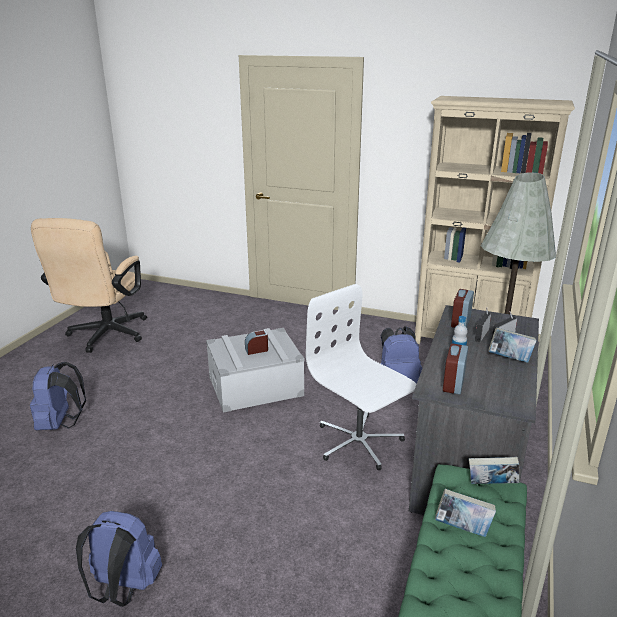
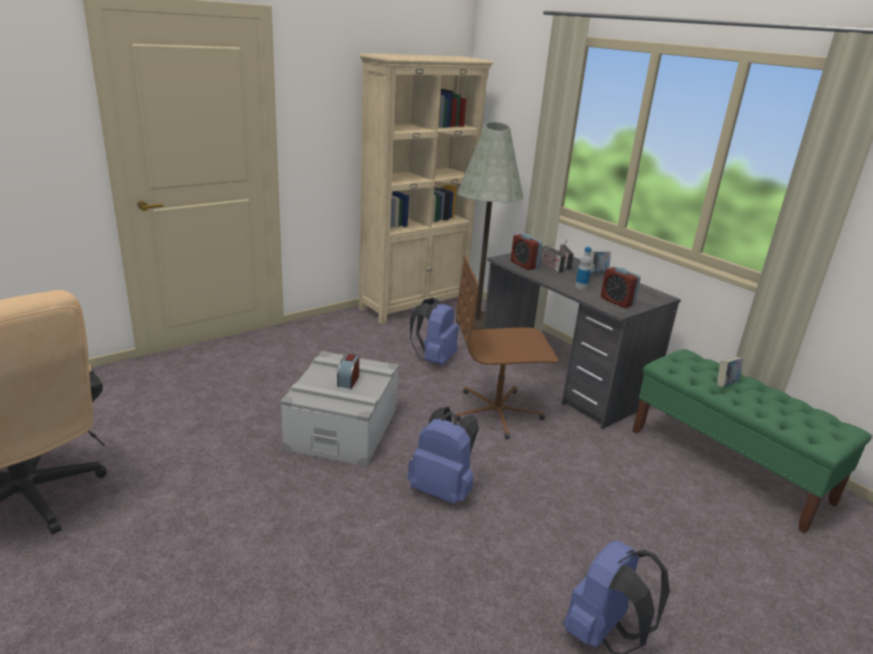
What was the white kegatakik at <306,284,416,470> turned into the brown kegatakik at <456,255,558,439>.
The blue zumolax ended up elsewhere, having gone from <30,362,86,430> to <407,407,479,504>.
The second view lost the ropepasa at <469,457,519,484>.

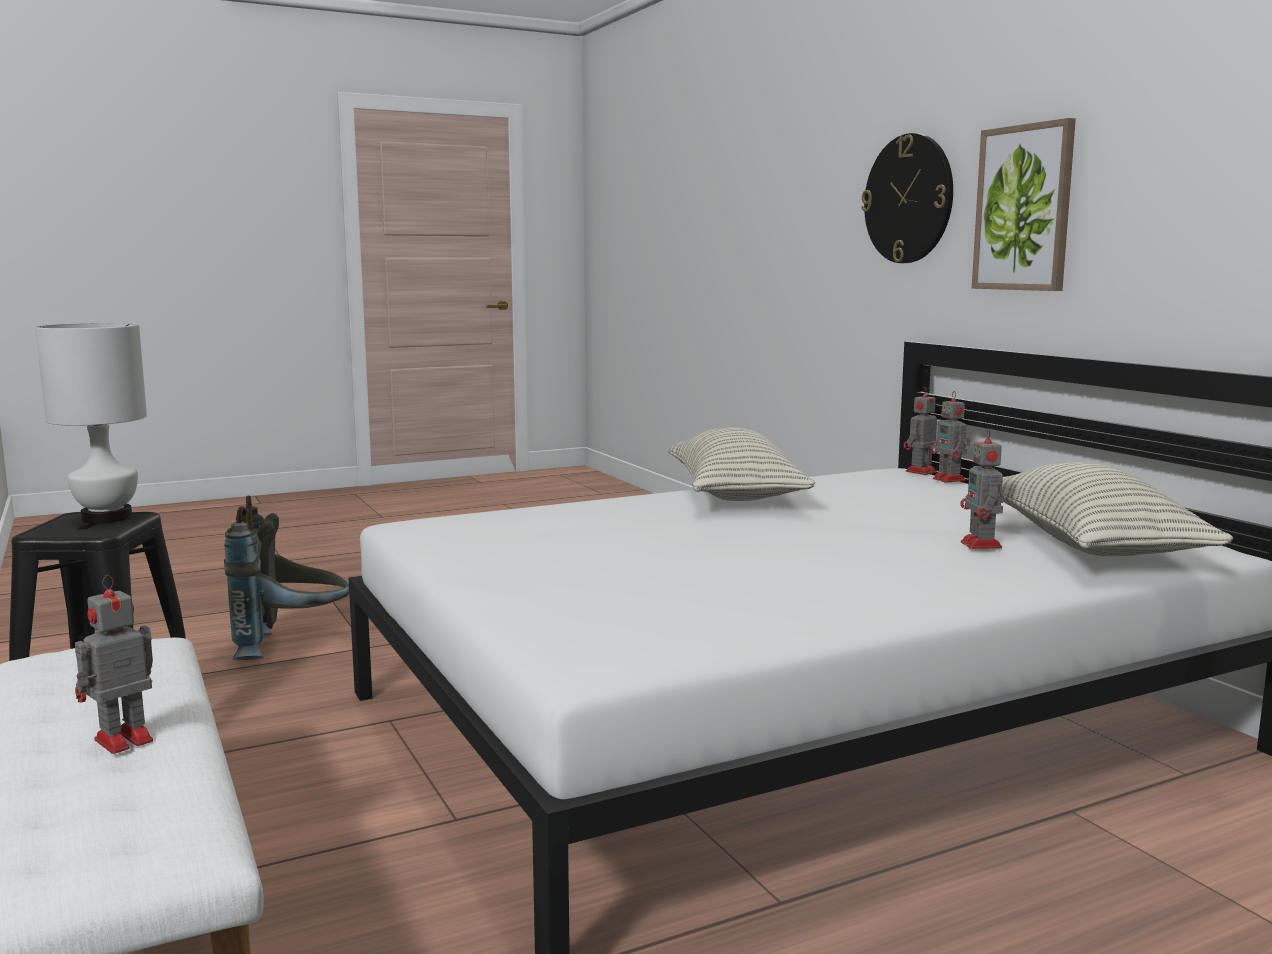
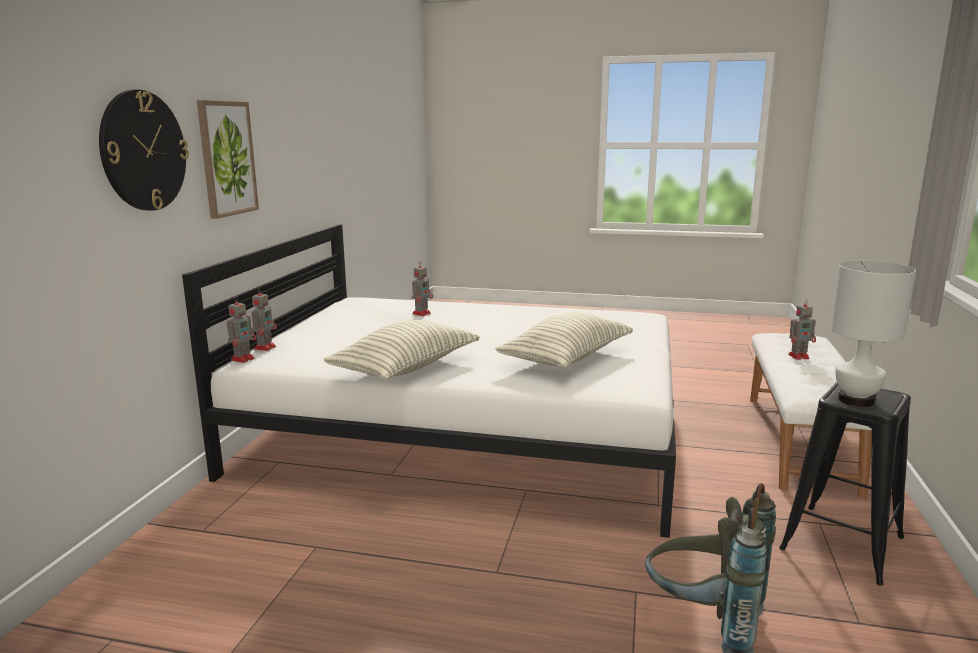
The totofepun at <904,386,937,475> ended up facing another way, 60 degrees counterclockwise from before.
The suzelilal ended up elsewhere, having gone from <1002,462,1233,556> to <495,312,633,368>.

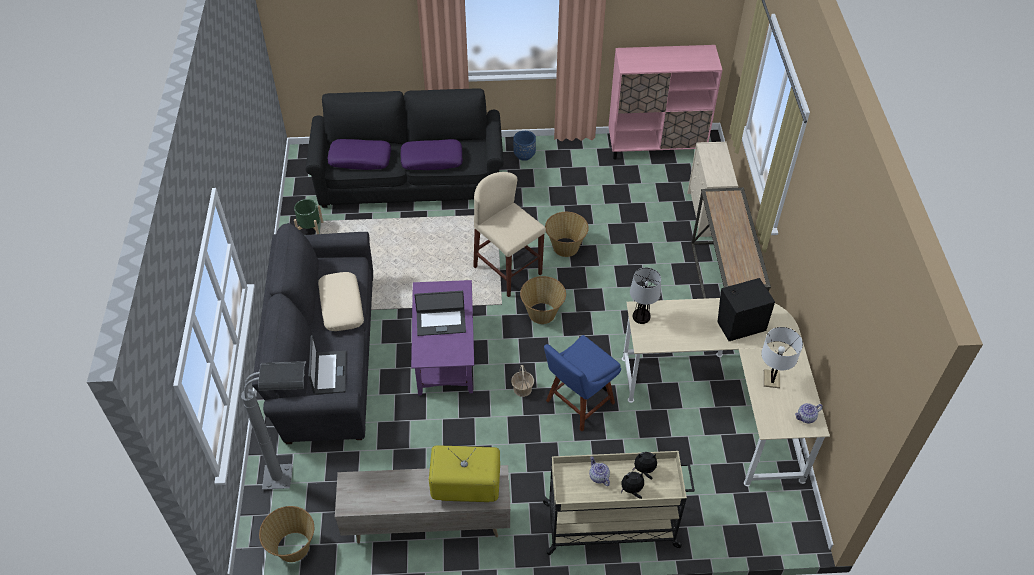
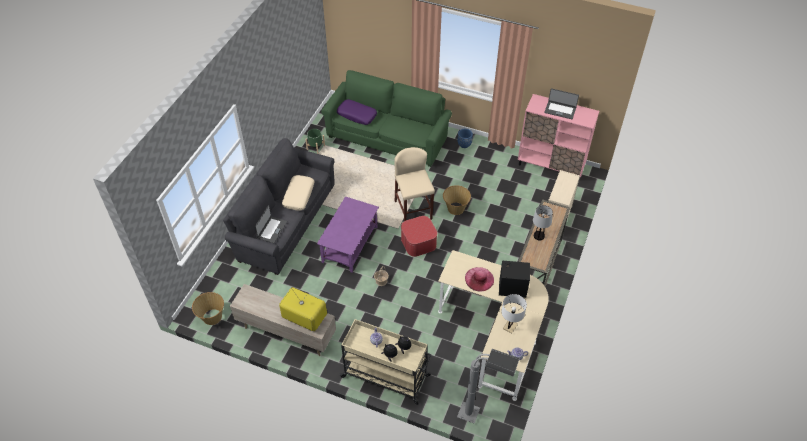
What was the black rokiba at <306,88,503,208> turned into the green rokiba at <321,70,452,167>.
The second view lost the purple suzelilal at <401,139,463,170>.
The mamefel ended up elsewhere, having gone from <630,267,661,324> to <533,205,553,240>.
Where the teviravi stood at <520,276,566,324>, the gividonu came to stand at <401,216,437,257>.
The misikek ended up elsewhere, having gone from <415,291,466,336> to <544,88,579,119>.
The second view lost the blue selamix at <544,335,621,431>.
The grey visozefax ended up elsewhere, having gone from <241,361,306,490> to <457,349,520,424>.
The second view gained the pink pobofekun at <465,267,494,292>.

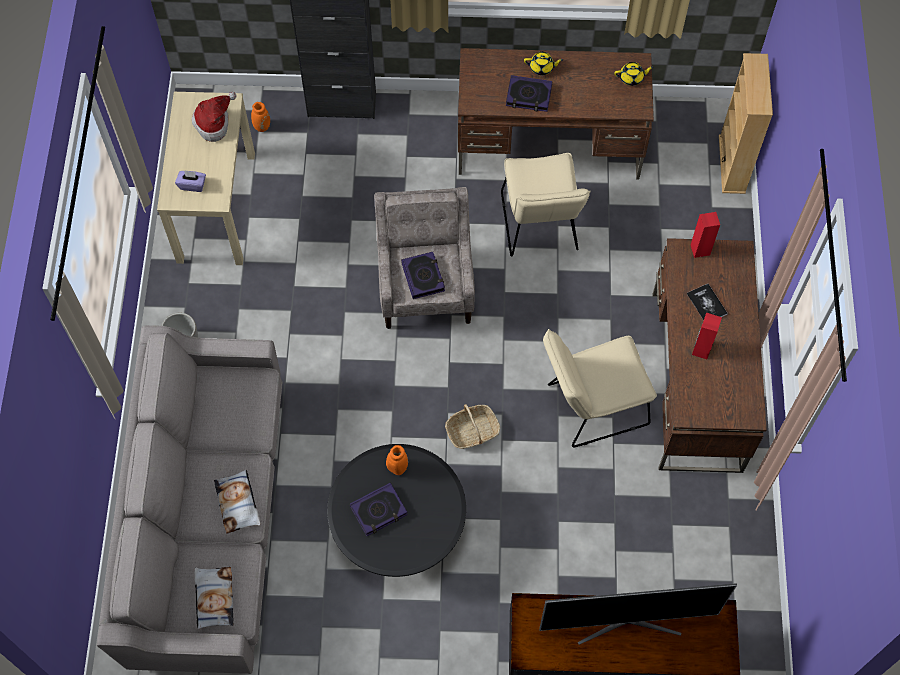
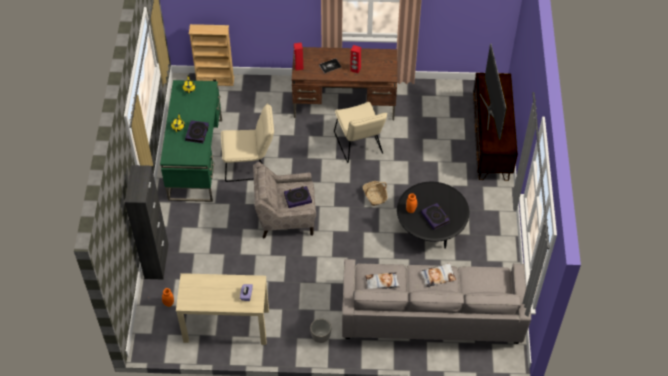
What was the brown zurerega at <458,48,654,180> turned into the green zurerega at <160,80,222,202>.
The second view lost the pobofekun at <192,92,236,142>.
The suzelilal ended up elsewhere, having gone from <195,567,234,629> to <365,272,400,289>.

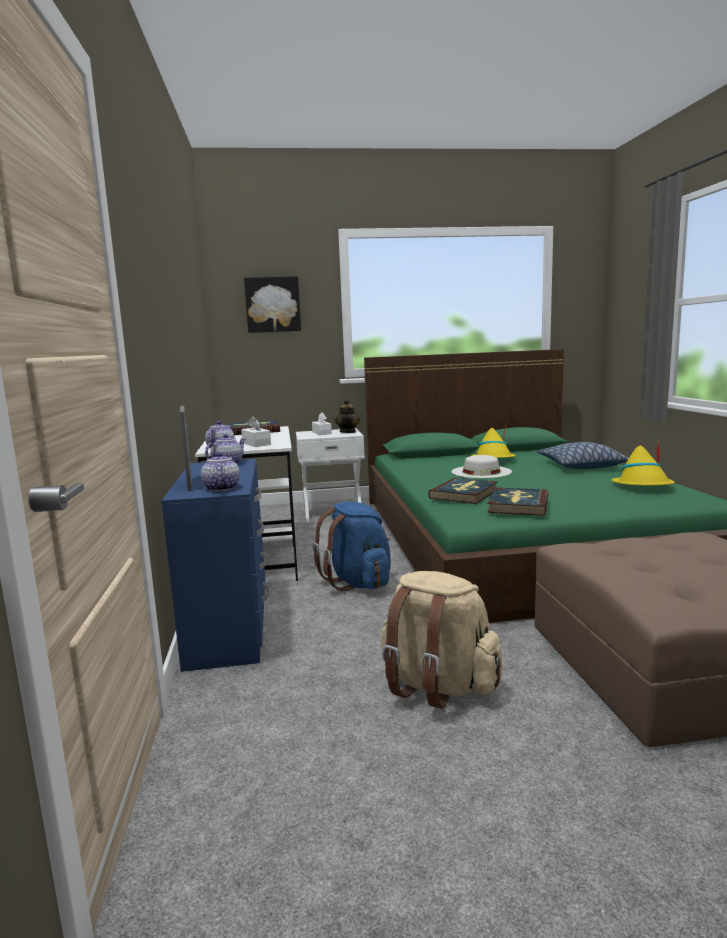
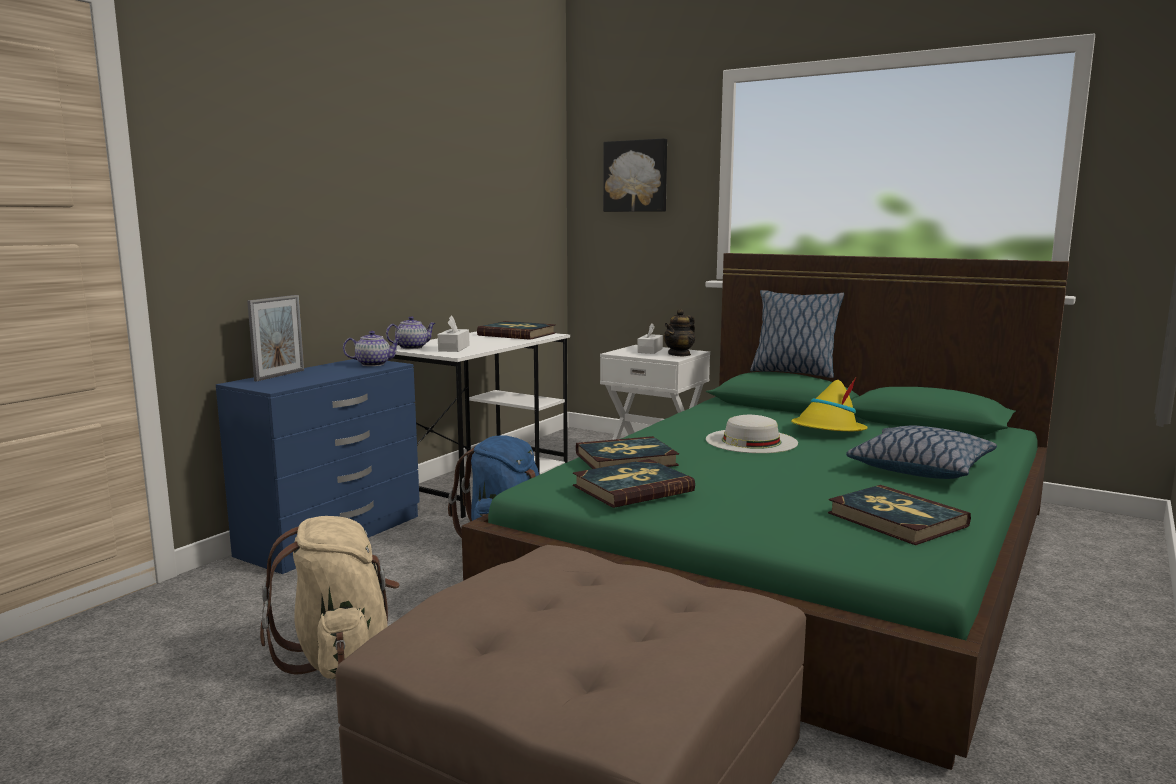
Where the yellow pobofekun stood at <611,441,675,486>, the ropepasa came to stand at <828,485,971,545>.
The second view lost the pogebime at <201,452,240,491>.
The second view gained the suzelilal at <750,290,844,378>.

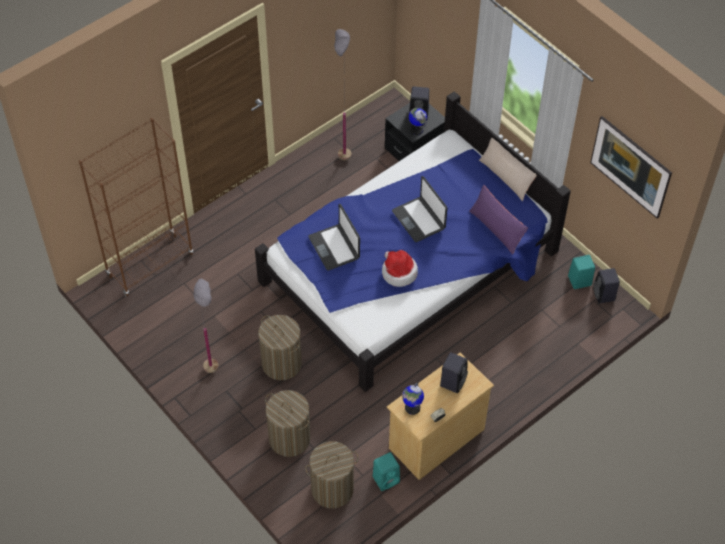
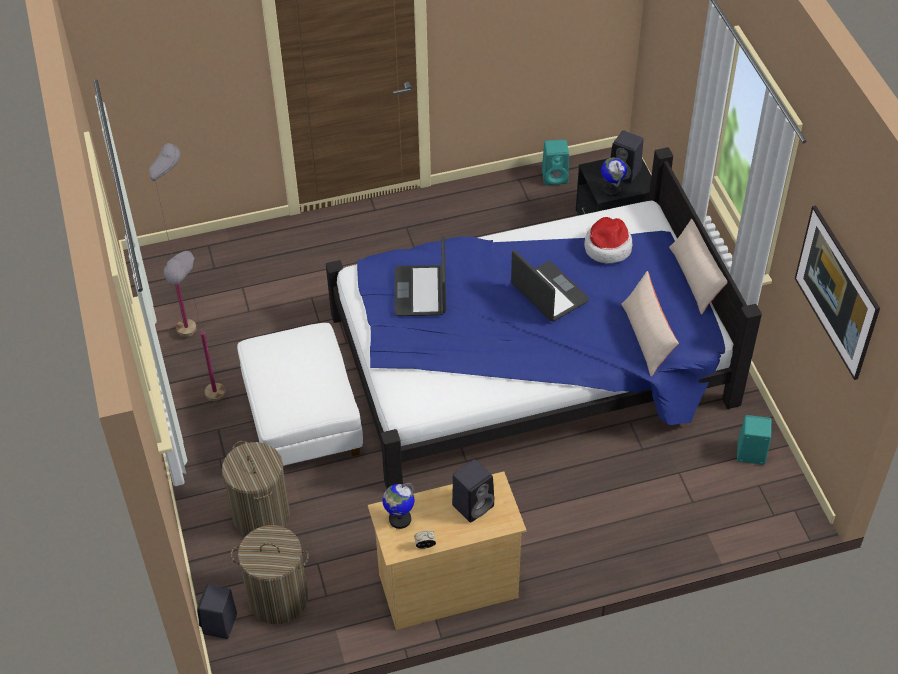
The grey visozefax ended up elsewhere, having gone from <334,29,351,160> to <149,143,197,337>.
The second view lost the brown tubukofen at <79,118,193,296>.
The misikek at <392,176,447,242> ended up facing another way, 150 degrees clockwise from before.
What was the purple suzelilal at <469,185,528,255> turned into the beige suzelilal at <621,271,679,377>.
The pobofekun ended up elsewhere, having gone from <382,250,418,287> to <584,217,632,263>.
The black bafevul ended up elsewhere, having gone from <593,268,620,303> to <197,584,237,639>.
Where the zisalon stood at <258,315,302,380>, the white gividonu came to stand at <237,323,363,466>.
The turquoise bafevul ended up elsewhere, having gone from <373,452,400,491> to <542,140,569,185>.

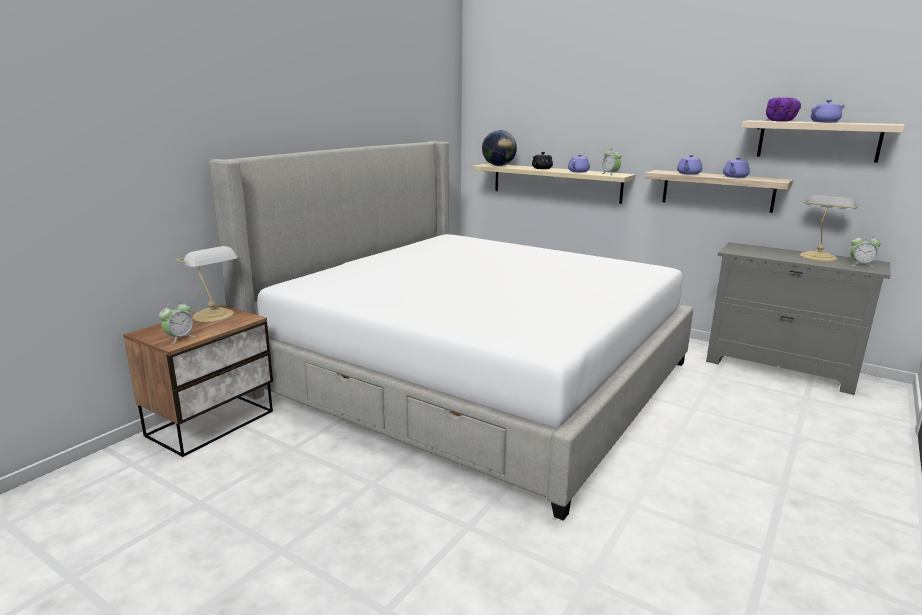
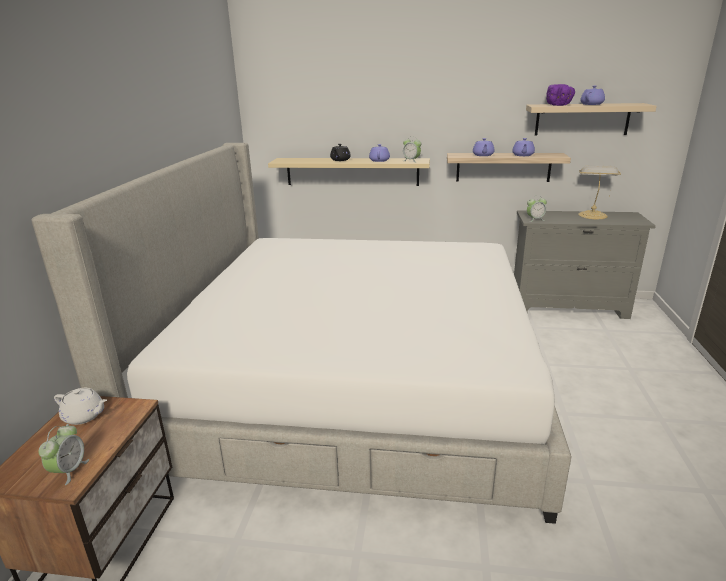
The second view lost the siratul at <482,130,517,166>.
The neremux ended up elsewhere, having gone from <850,234,881,267> to <527,195,547,222>.
Where the mamefel stood at <177,246,238,322>, the white pogebime came to stand at <54,388,107,425>.

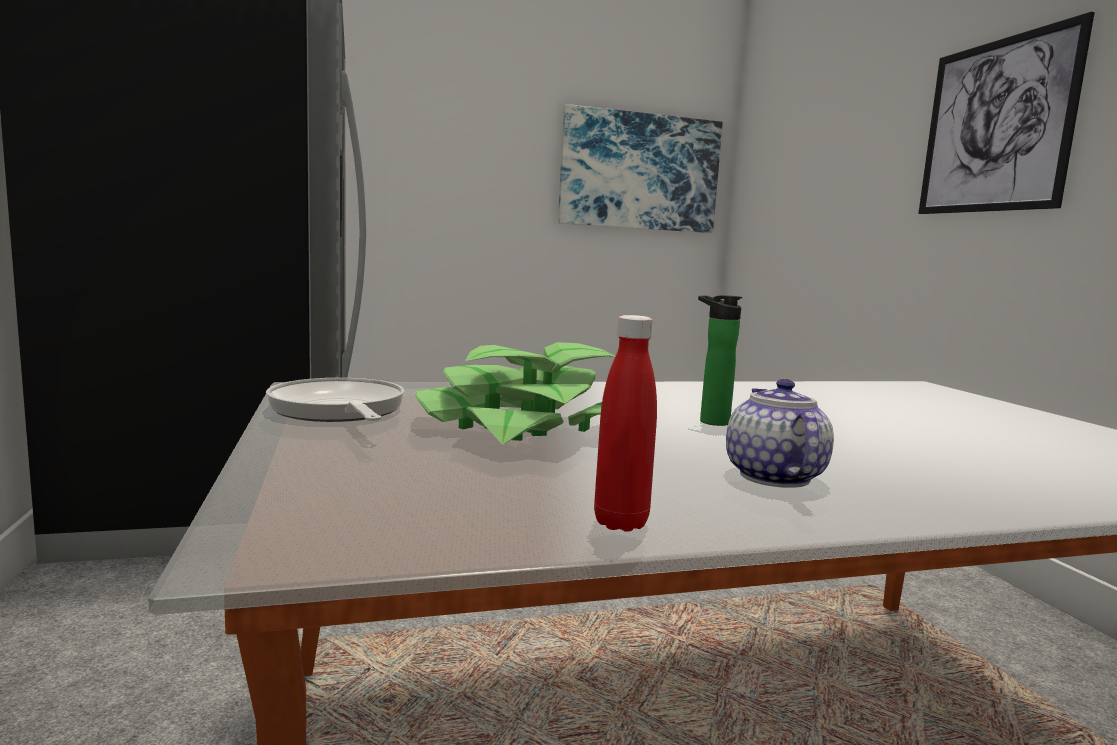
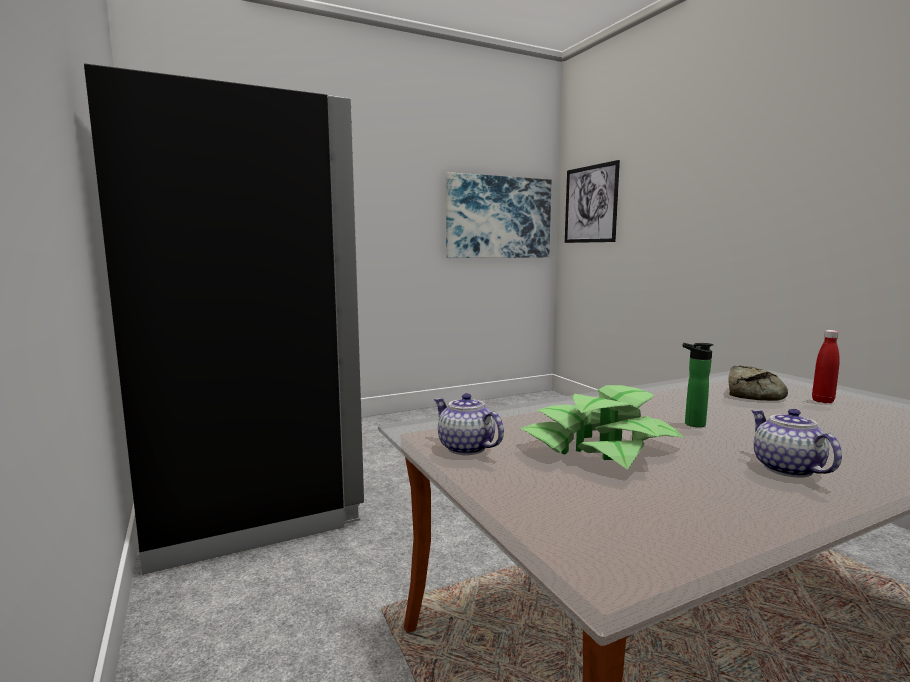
The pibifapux ended up elsewhere, having gone from <918,12,1094,214> to <565,160,620,243>.
The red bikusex ended up elsewhere, having gone from <594,315,657,532> to <812,330,840,403>.
Where the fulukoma stood at <266,378,404,422>, the pogebime came to stand at <434,393,504,455>.
The second view gained the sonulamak at <729,365,788,401>.

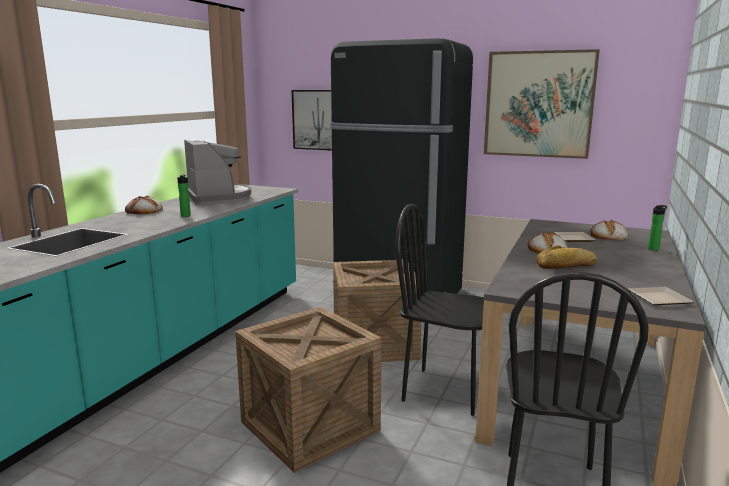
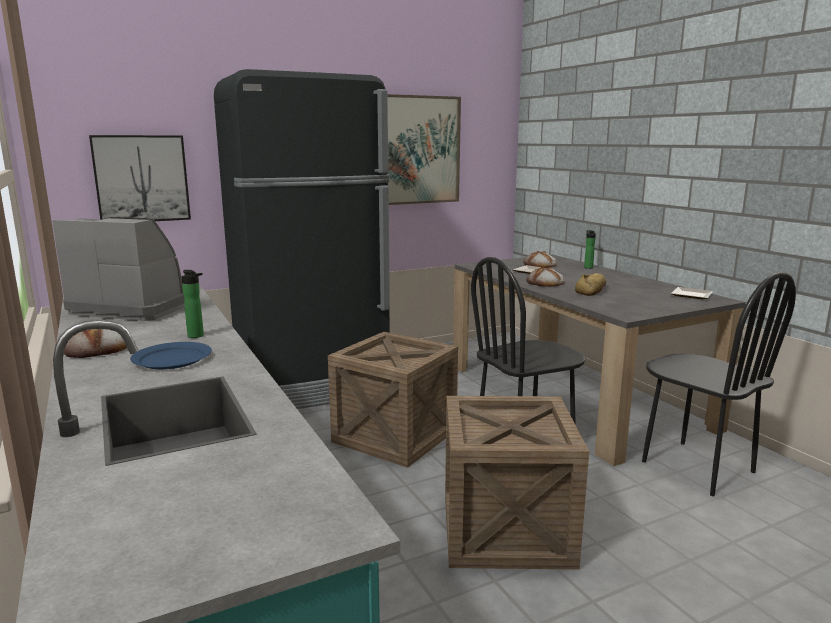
The second view gained the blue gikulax at <130,342,212,369>.

